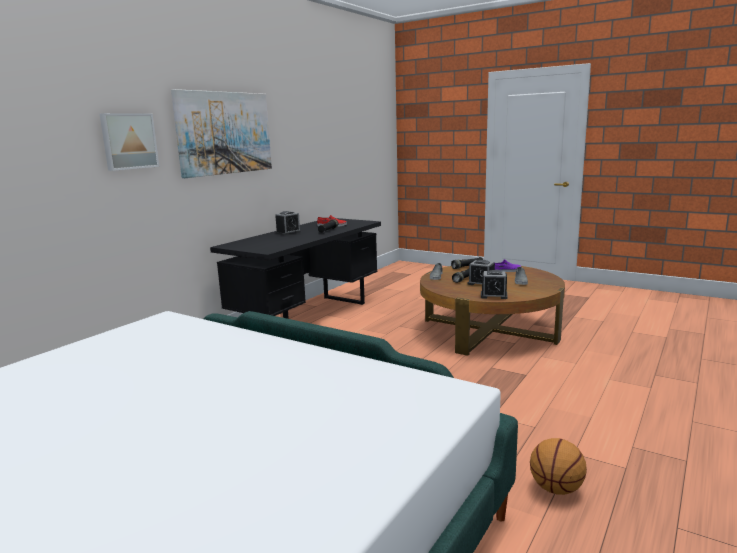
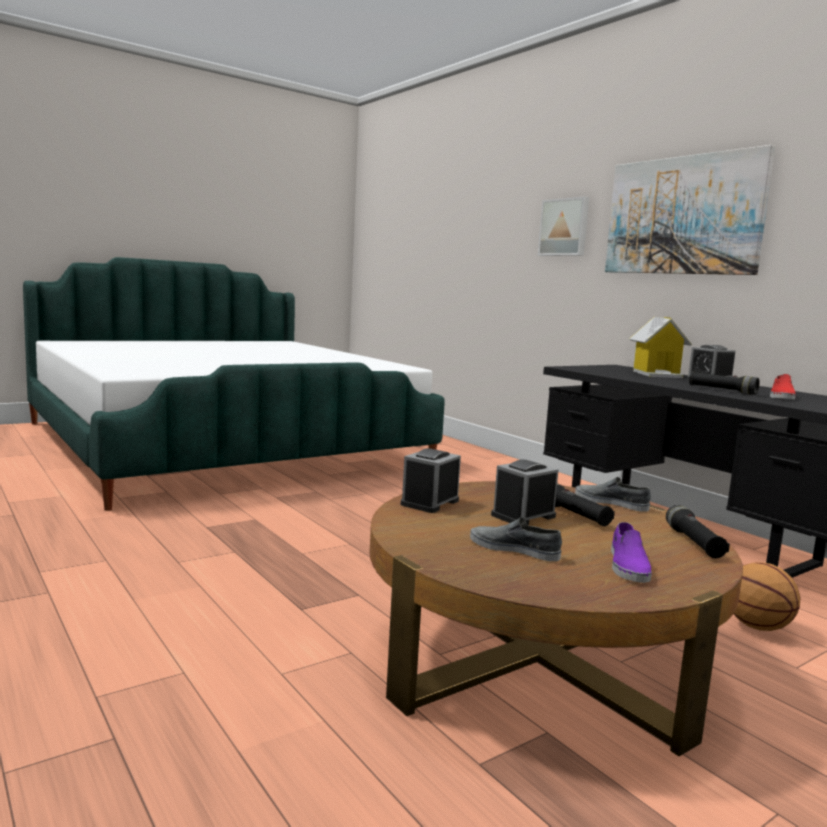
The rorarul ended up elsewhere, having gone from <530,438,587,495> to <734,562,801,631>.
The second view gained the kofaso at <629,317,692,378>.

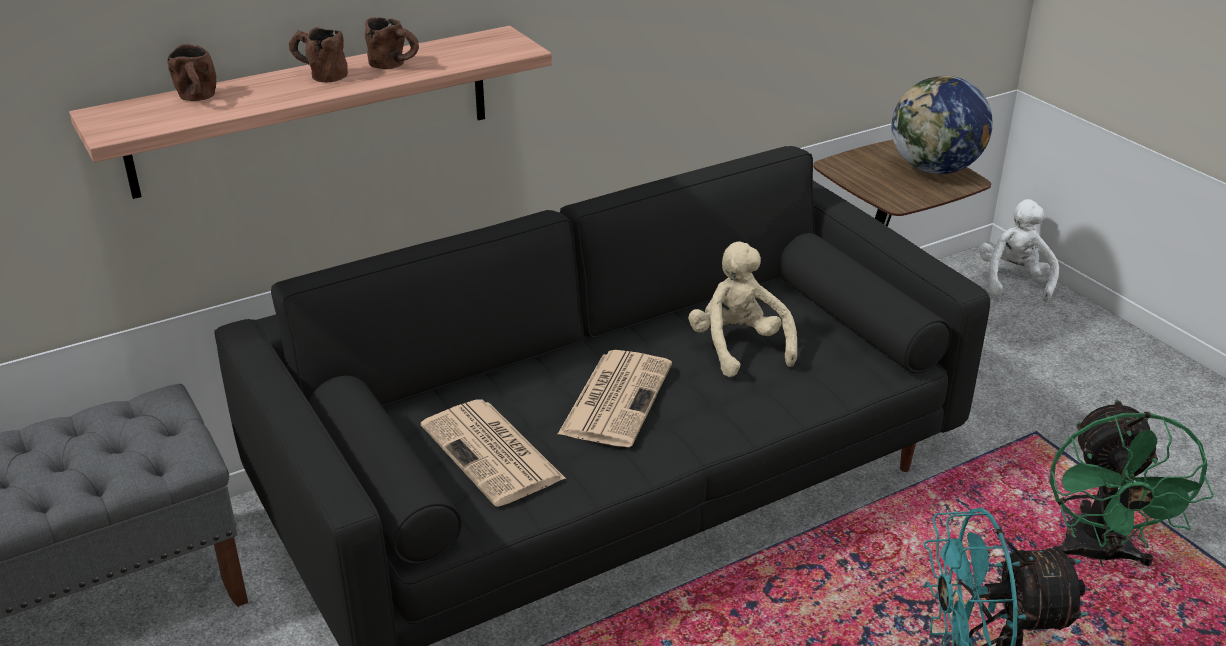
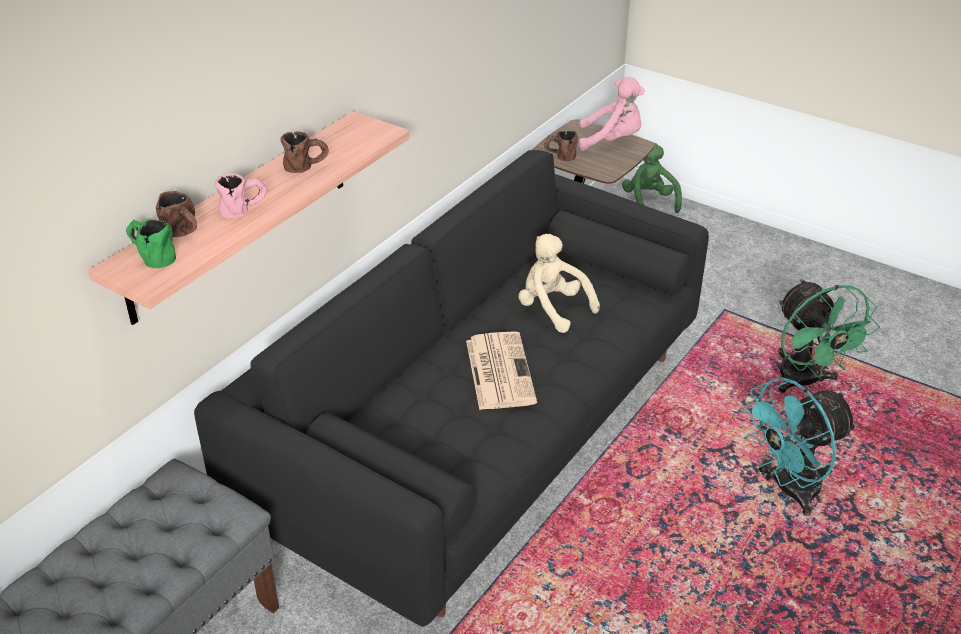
The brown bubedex ended up elsewhere, having gone from <289,27,348,82> to <544,131,578,161>.
Where the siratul stood at <891,76,993,174>, the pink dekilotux came to stand at <579,77,645,151>.
What was the white dekilotux at <979,199,1059,302> turned into the green dekilotux at <622,143,682,213>.
The second view lost the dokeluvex at <421,399,566,507>.
The second view gained the pink bubedex at <215,174,266,218>.
The second view gained the green bubedex at <126,218,176,268>.

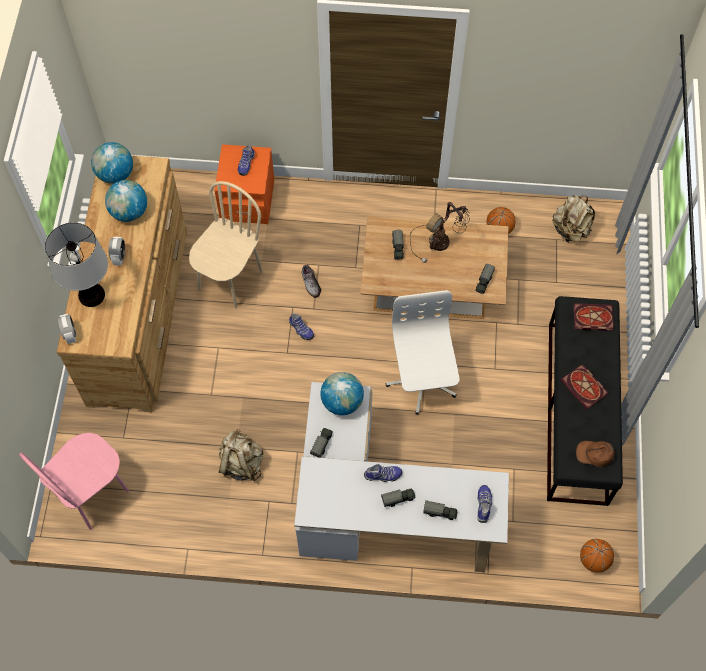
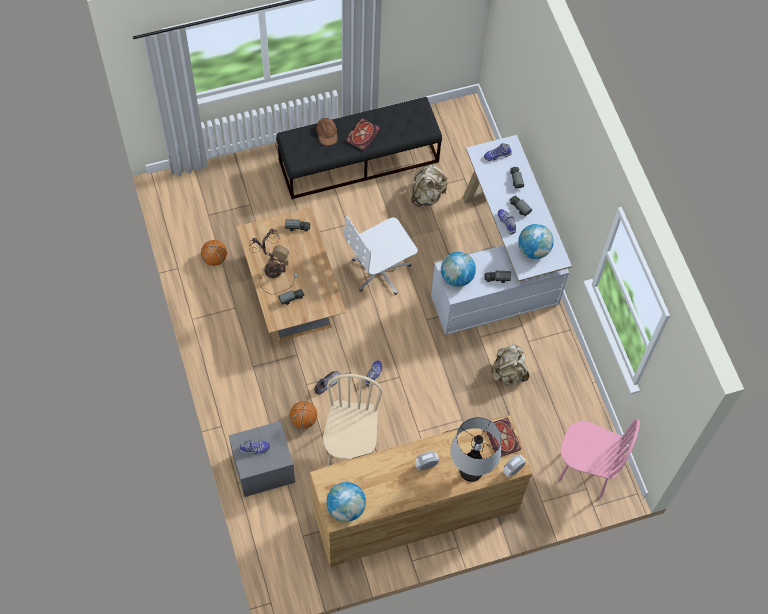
What was the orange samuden at <214,144,274,224> turned into the grey samuden at <229,421,295,497>.
The siratul ended up elsewhere, having gone from <105,180,147,222> to <518,224,554,259>.
The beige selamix at <189,181,263,308> ended up facing another way, 90 degrees clockwise from before.
The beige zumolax ended up elsewhere, having gone from <552,195,595,242> to <411,165,447,207>.
The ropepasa ended up elsewhere, having gone from <574,303,614,331> to <486,417,521,457>.
The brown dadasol ended up elsewhere, having gone from <576,441,615,467> to <316,118,338,145>.
The rorarul ended up elsewhere, having gone from <580,539,614,573> to <290,401,317,429>.

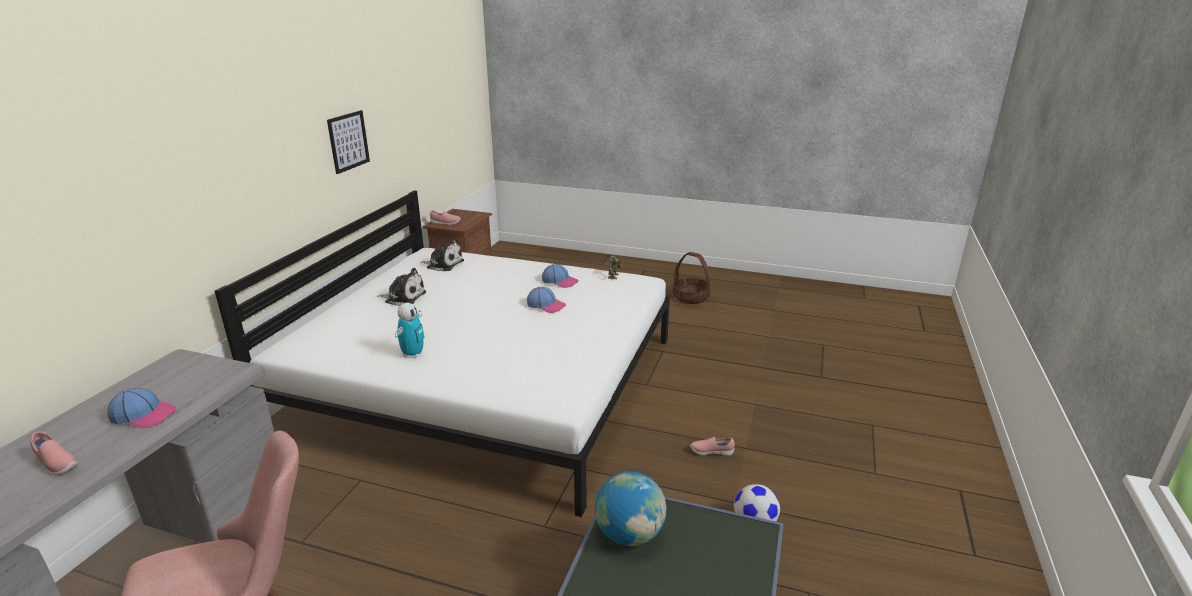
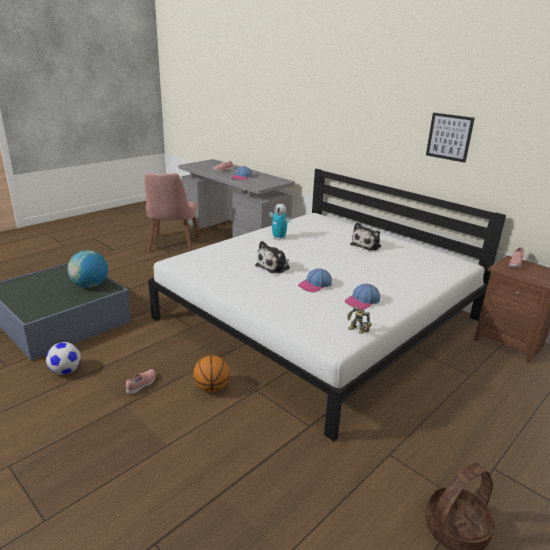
The dekilotux ended up elsewhere, having gone from <420,238,464,271> to <255,241,290,274>.
The second view gained the rorarul at <193,355,230,392>.

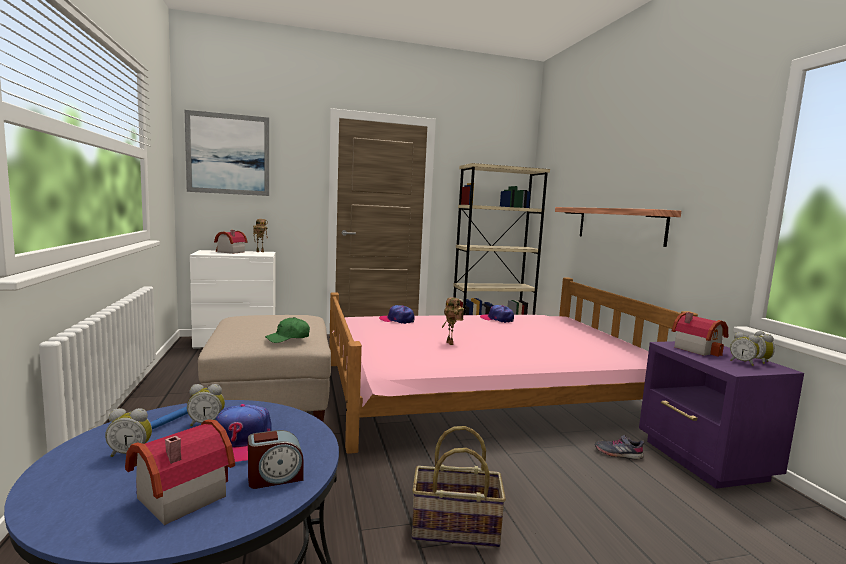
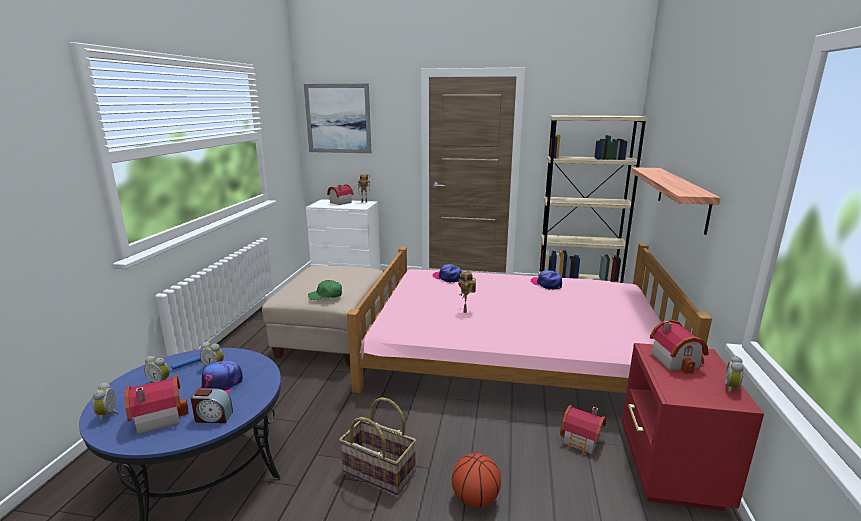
The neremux ended up elsewhere, having gone from <730,332,760,366> to <93,382,118,422>.
What was the purple samuden at <639,341,804,489> turned into the red samuden at <622,343,764,511>.
Where the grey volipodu stood at <595,435,644,459>, the kofaso came to stand at <560,405,606,457>.
The second view gained the rorarul at <452,453,501,508>.

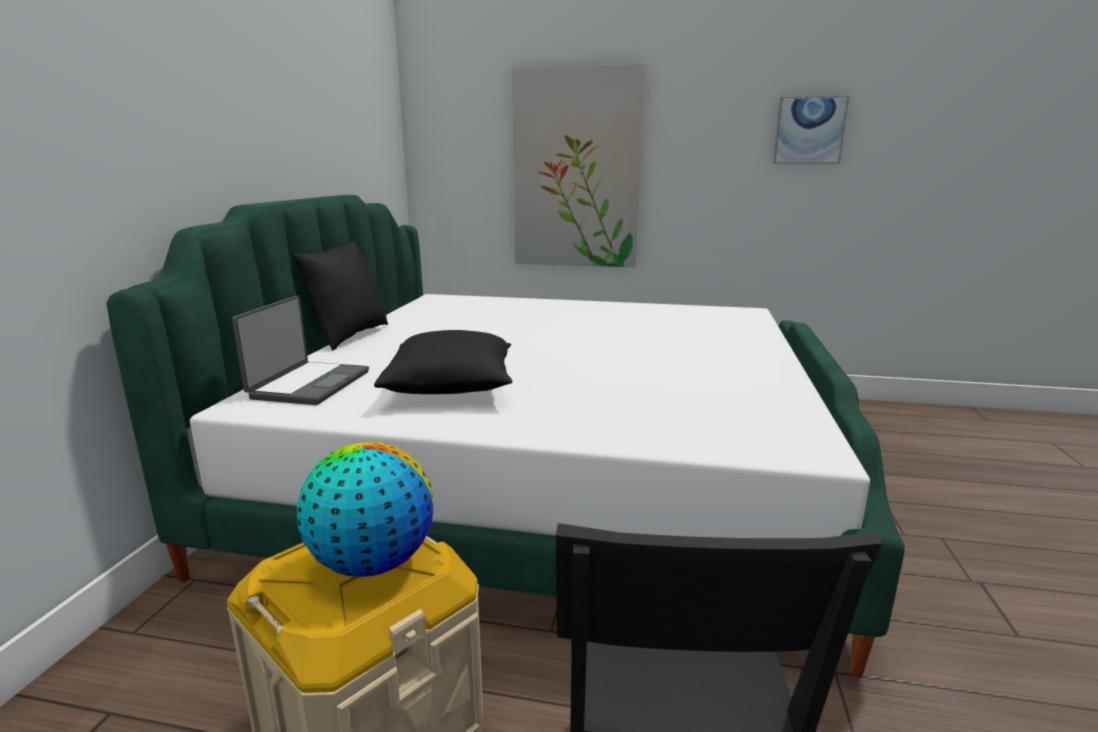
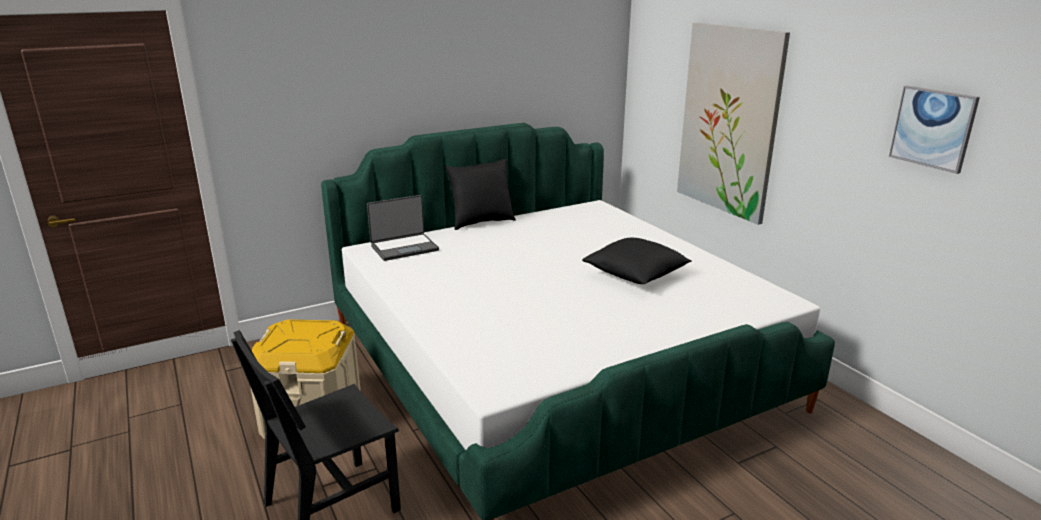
The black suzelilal ended up elsewhere, having gone from <374,330,512,394> to <582,238,692,284>.
The second view lost the siratul at <297,442,434,577>.

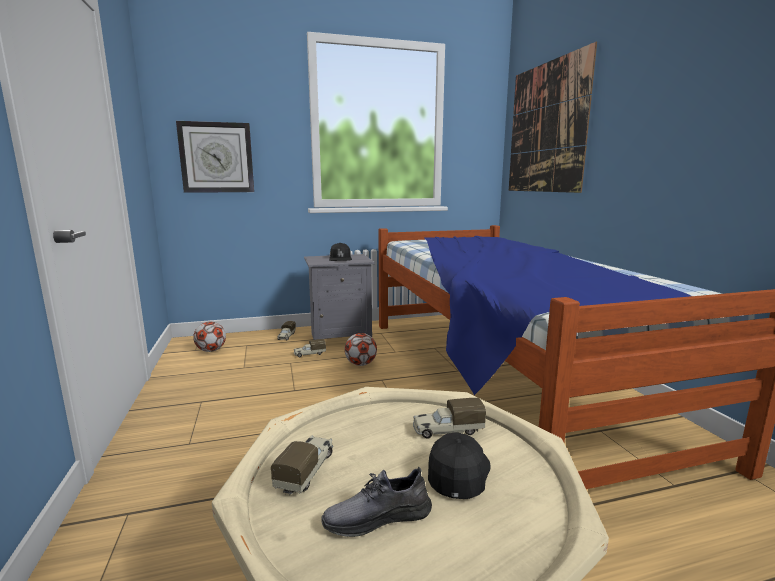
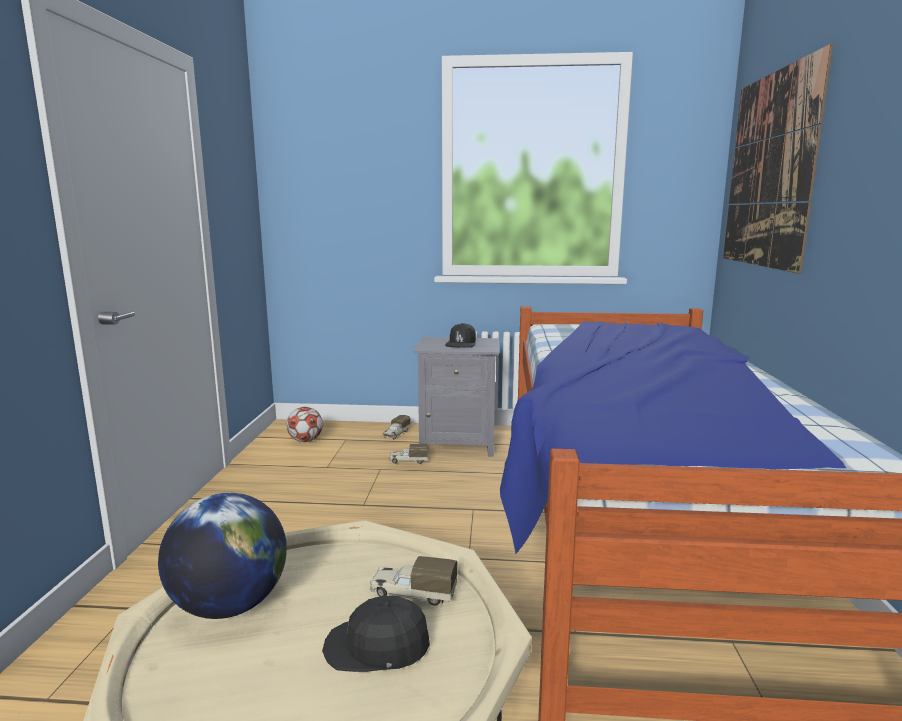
The second view lost the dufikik at <176,121,254,193>.
The second view lost the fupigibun at <344,333,377,366>.
The black dadasol at <428,433,490,499> ended up facing another way, 120 degrees counterclockwise from before.
Where the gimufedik stood at <271,435,333,495>, the siratul came to stand at <158,493,287,619>.
The second view lost the grey volipodu at <321,466,432,537>.

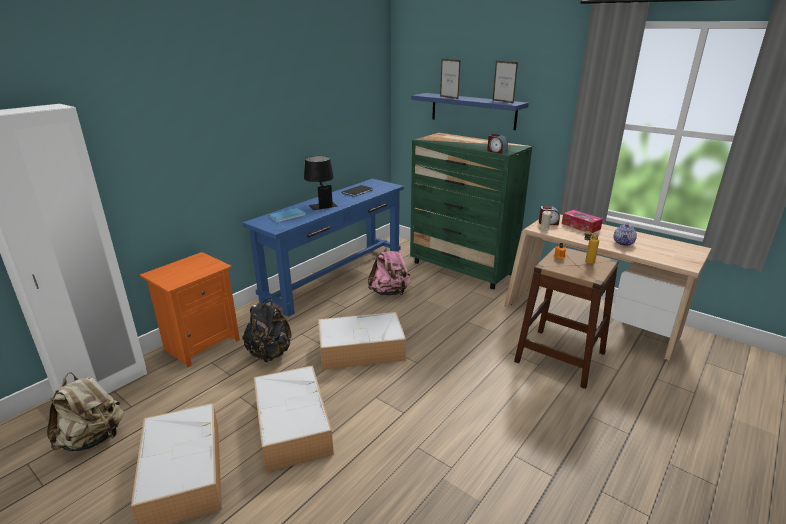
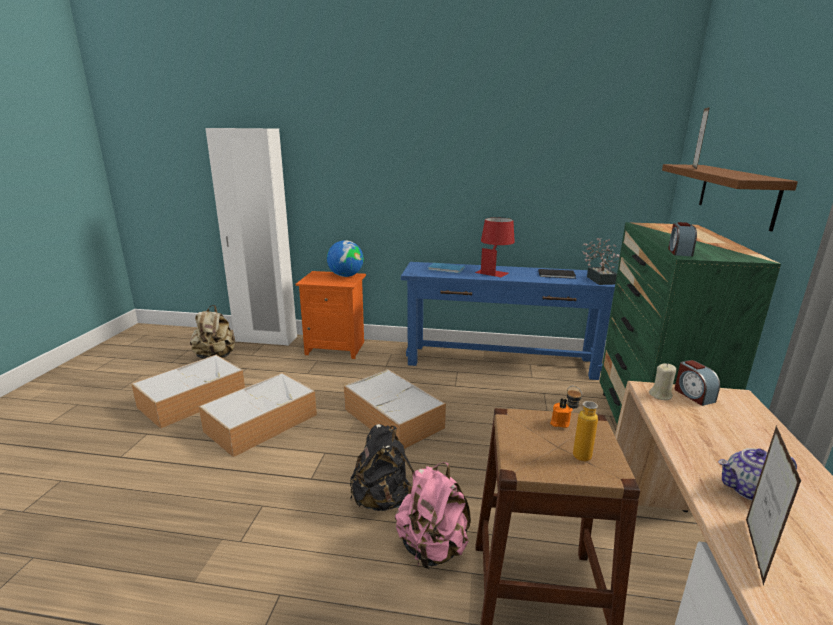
The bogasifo ended up elsewhere, having gone from <493,61,518,104> to <746,426,801,586>.
What was the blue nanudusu at <411,93,529,130> turned into the brown nanudusu at <662,164,798,232>.
What was the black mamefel at <304,156,338,210> turned into the red mamefel at <475,217,515,277>.
The second view lost the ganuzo at <562,210,603,233>.
The pink zumolax ended up elsewhere, having gone from <368,245,411,296> to <395,462,471,569>.
The black zumolax ended up elsewhere, having gone from <242,298,292,362> to <350,424,414,511>.
The second view gained the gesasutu at <582,238,620,285>.
The second view gained the siratul at <327,240,364,277>.

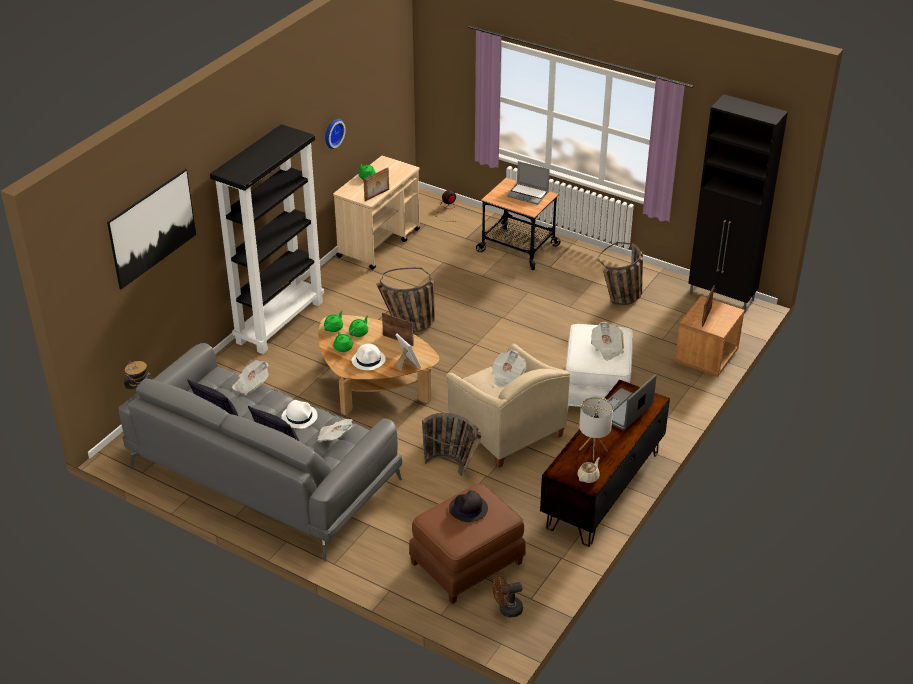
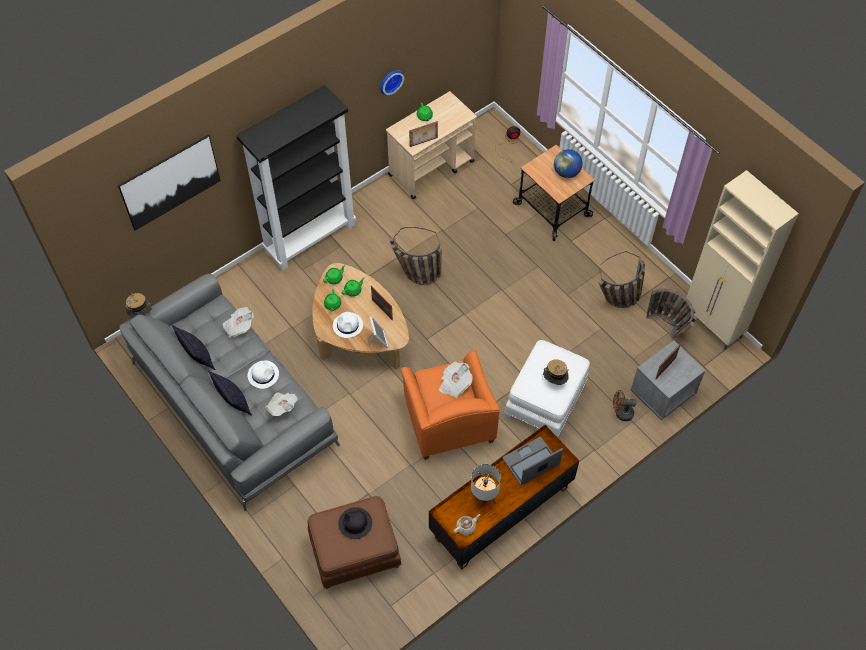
What was the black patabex at <688,94,788,313> turned into the beige patabex at <686,170,799,350>.
Where the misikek stood at <507,161,550,205>, the siratul came to stand at <554,149,583,178>.
What was the brown samuden at <675,296,745,377> turned into the grey samuden at <631,340,705,420>.
Where the dokeluvex stood at <591,322,624,361>, the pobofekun came to stand at <543,359,569,385>.
What was the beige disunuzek at <446,344,570,468> turned into the orange disunuzek at <401,350,500,460>.
The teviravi ended up elsewhere, having gone from <422,413,481,476> to <646,289,696,339>.
The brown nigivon ended up elsewhere, having gone from <492,575,523,618> to <613,390,636,421>.

